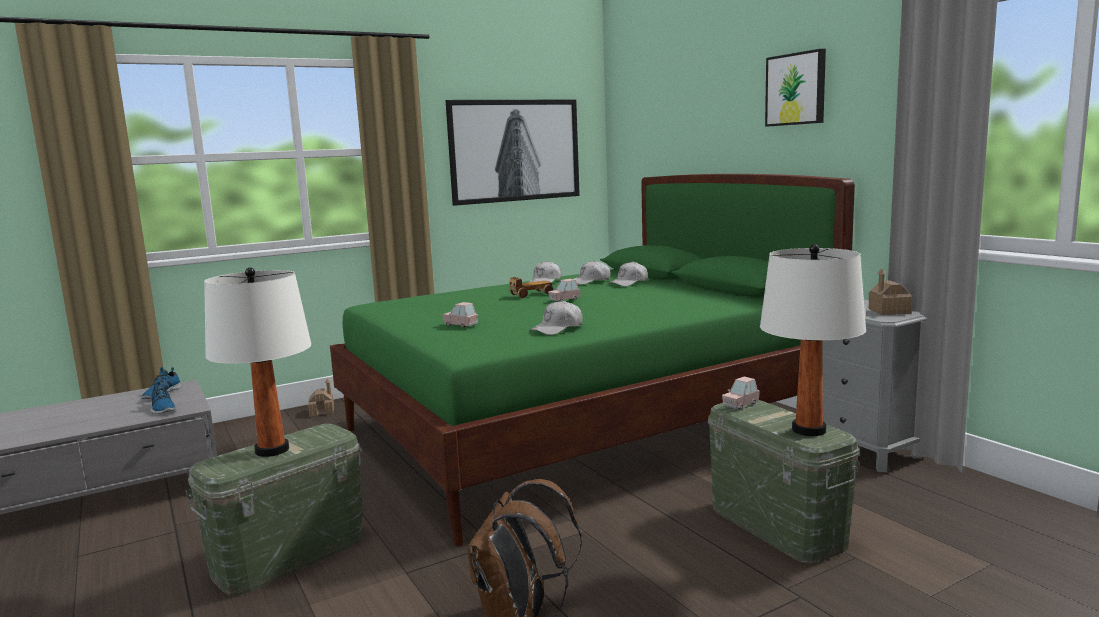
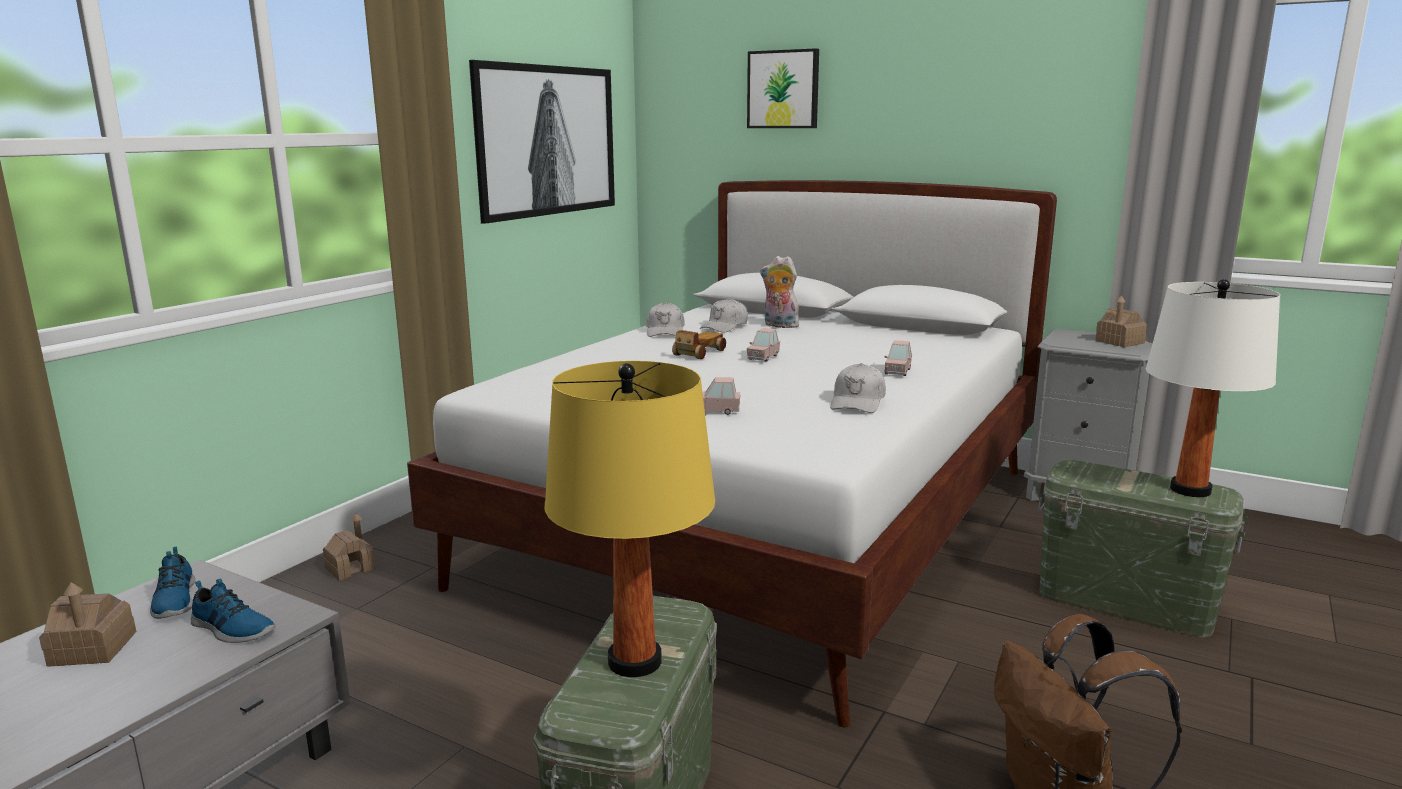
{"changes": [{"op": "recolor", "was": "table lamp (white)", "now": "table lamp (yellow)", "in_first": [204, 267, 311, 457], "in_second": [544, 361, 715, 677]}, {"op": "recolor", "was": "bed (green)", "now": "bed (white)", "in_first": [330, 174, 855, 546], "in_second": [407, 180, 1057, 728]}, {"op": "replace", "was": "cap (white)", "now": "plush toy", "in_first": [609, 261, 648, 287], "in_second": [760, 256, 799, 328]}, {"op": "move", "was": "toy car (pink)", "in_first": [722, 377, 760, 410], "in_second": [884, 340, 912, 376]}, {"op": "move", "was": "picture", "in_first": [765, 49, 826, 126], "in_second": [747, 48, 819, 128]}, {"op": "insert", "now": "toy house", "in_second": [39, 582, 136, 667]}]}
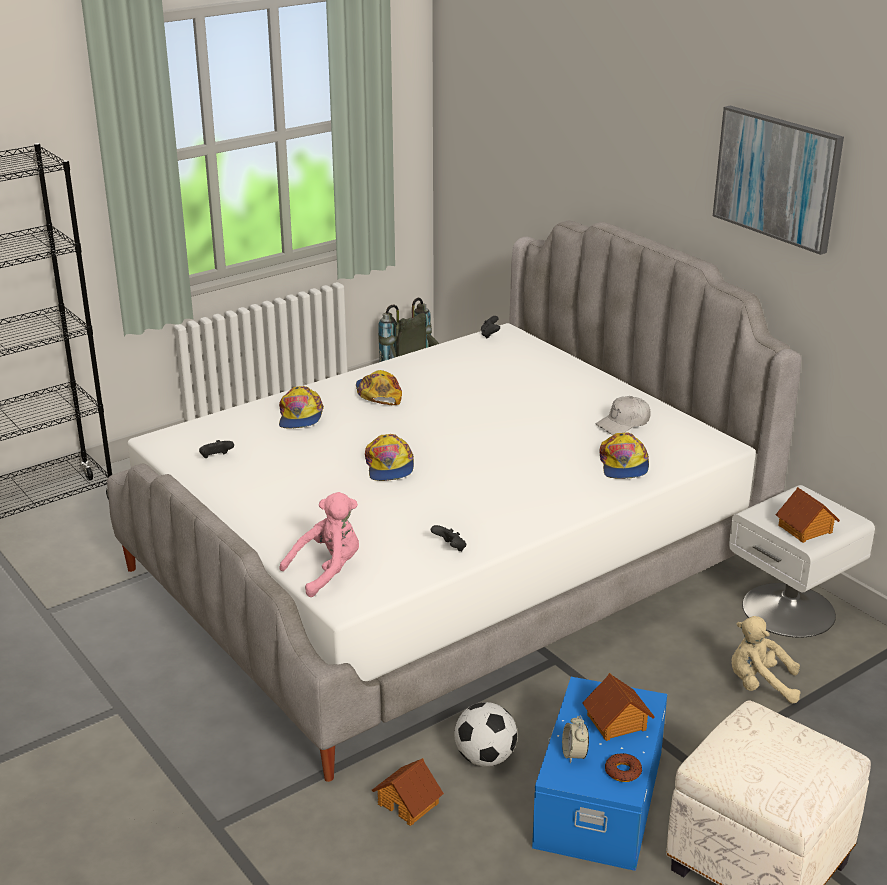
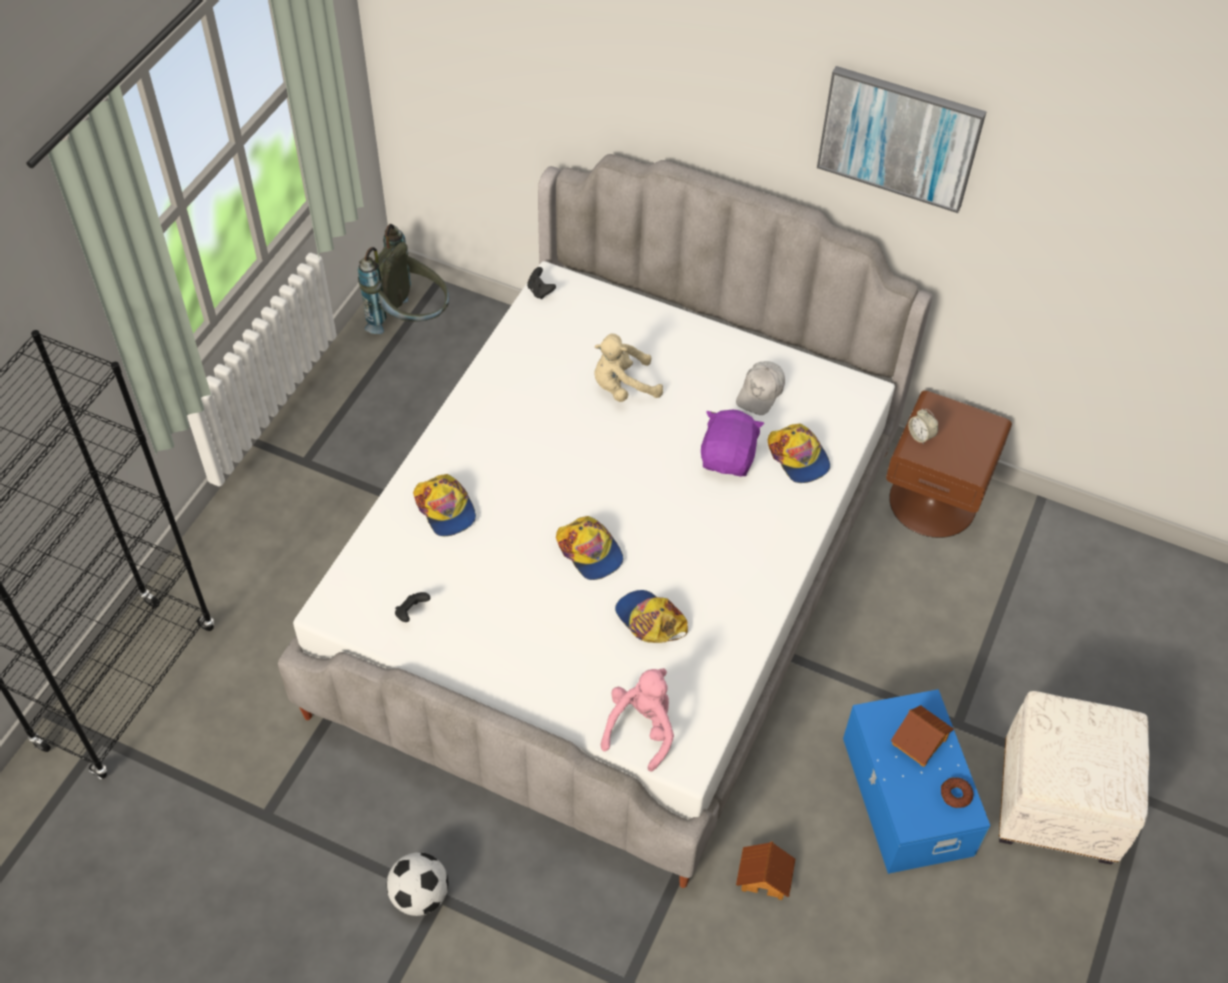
{"changes": [{"op": "move", "was": "cap", "in_first": [356, 370, 402, 405], "in_second": [615, 590, 688, 643]}, {"op": "delete", "was": "game controller (black)", "in_first": [431, 525, 466, 551]}, {"op": "move", "was": "football", "in_first": [454, 702, 517, 767], "in_second": [387, 852, 449, 916]}, {"op": "move", "was": "alarm clock", "in_first": [562, 715, 589, 764], "in_second": [908, 409, 938, 445]}, {"op": "recolor", "was": "nightstand (white)", "now": "nightstand (brown)", "in_first": [729, 485, 875, 638], "in_second": [886, 391, 1012, 538]}, {"op": "move", "was": "plush toy (beige)", "in_first": [731, 616, 801, 703], "in_second": [594, 334, 663, 402]}, {"op": "delete", "was": "toy house", "in_first": [776, 487, 840, 543]}, {"op": "insert", "now": "plush toy (purple)", "in_second": [701, 410, 764, 476]}]}
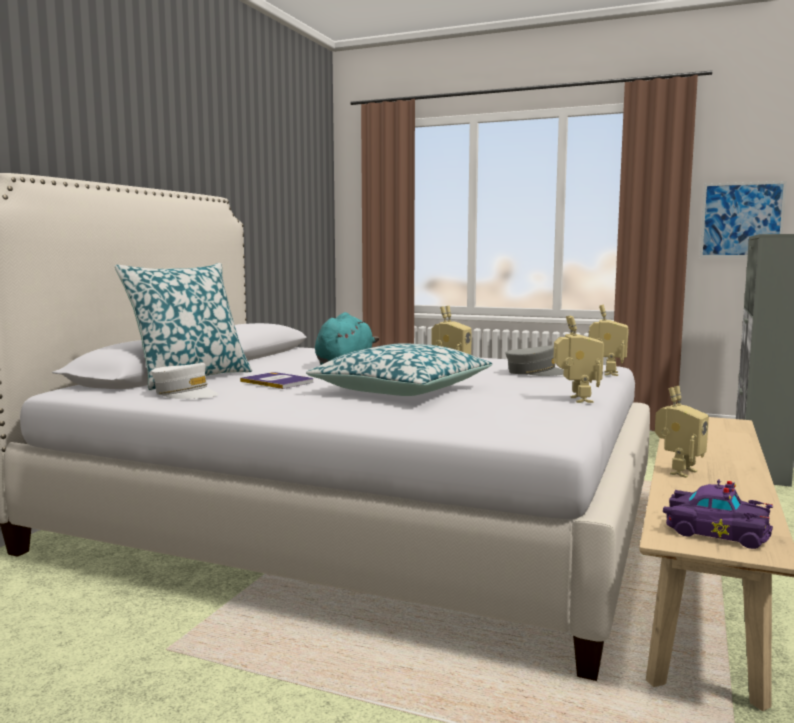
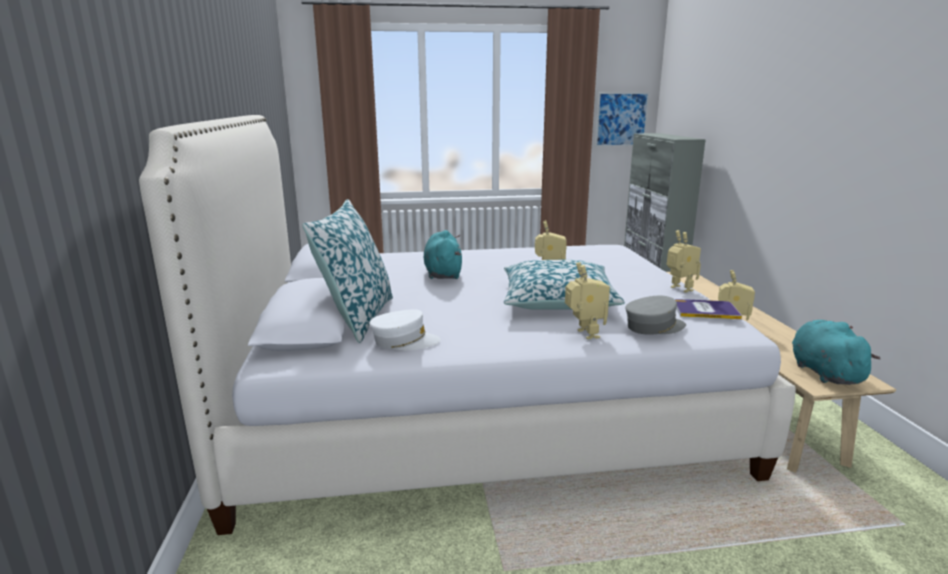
{"changes": [{"op": "move", "was": "book", "in_first": [240, 372, 313, 389], "in_second": [675, 299, 742, 319]}, {"op": "move", "was": "cap (grey)", "in_first": [505, 346, 564, 376], "in_second": [626, 296, 686, 335]}, {"op": "move", "was": "toy robot", "in_first": [589, 304, 629, 376], "in_second": [565, 262, 610, 340]}, {"op": "replace", "was": "toy car (purple)", "now": "plush toy (turquoise)", "in_first": [663, 479, 773, 549], "in_second": [792, 320, 881, 385]}]}
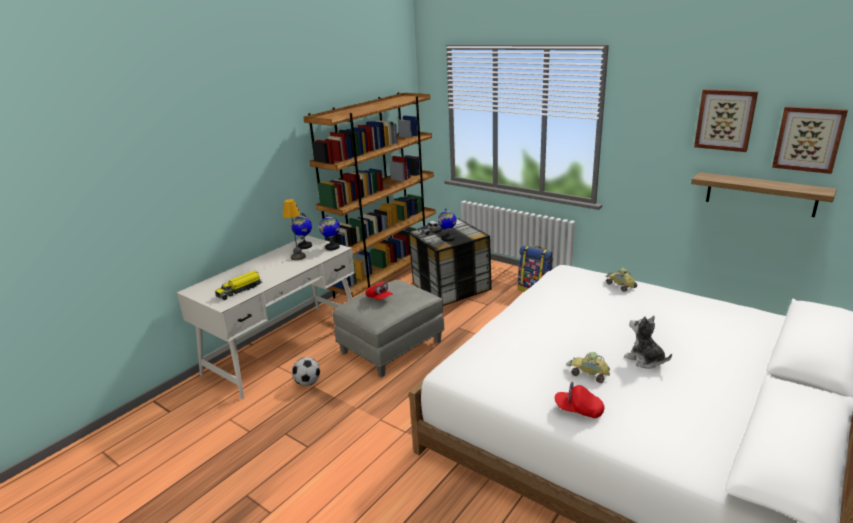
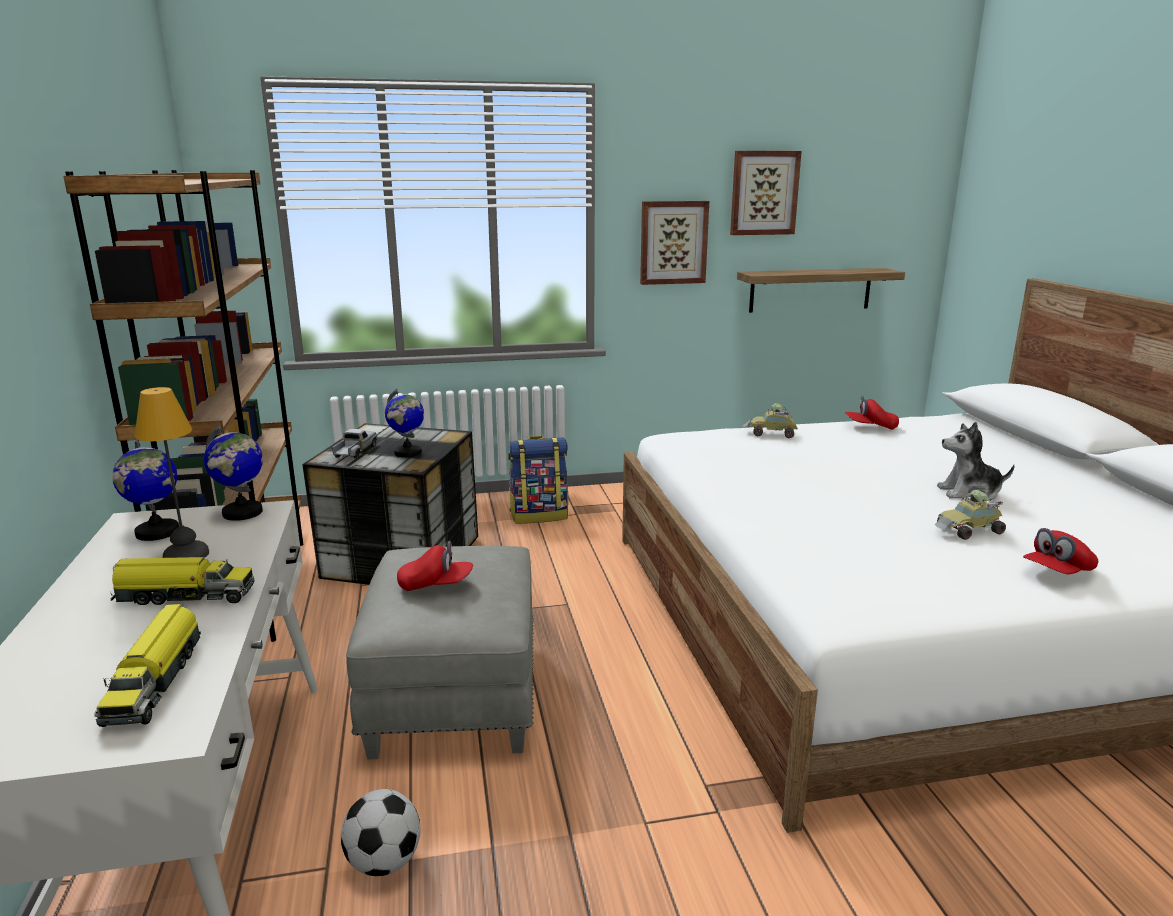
{"changes": [{"op": "move", "was": "picture", "in_first": [772, 106, 848, 174], "in_second": [640, 201, 709, 285]}, {"op": "insert", "now": "toy truck", "in_second": [110, 557, 255, 605]}, {"op": "insert", "now": "cap (red)", "in_second": [845, 396, 899, 430]}]}
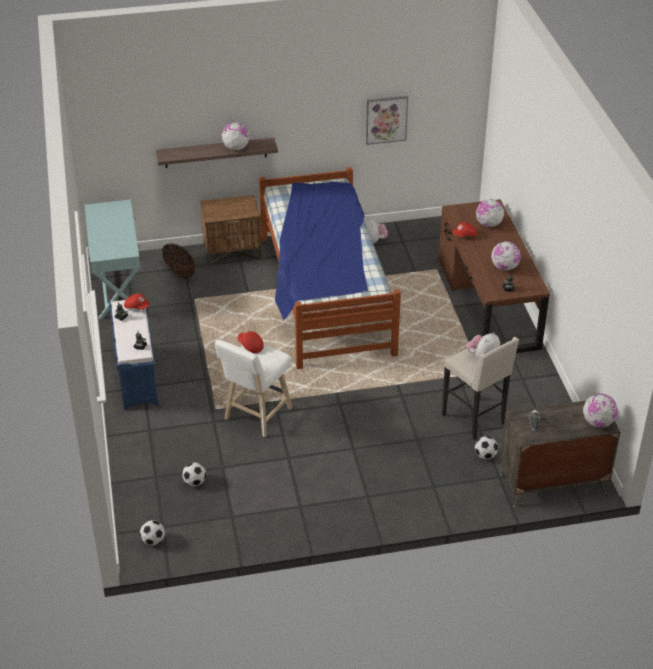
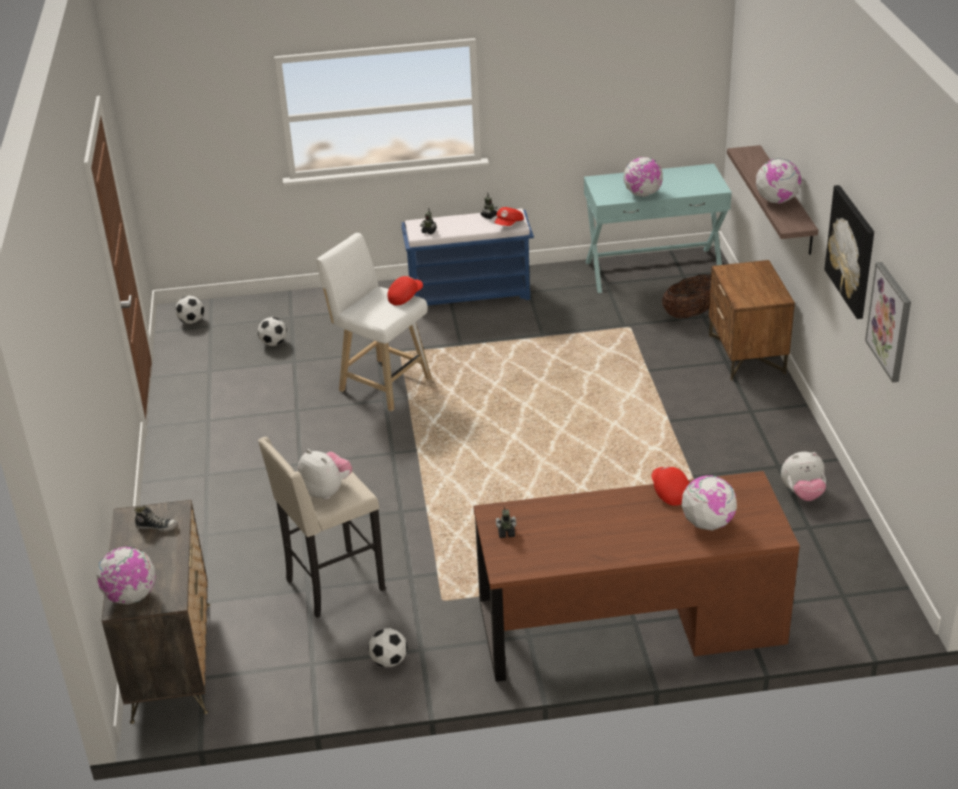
{"changes": [{"op": "delete", "was": "bed", "in_first": [259, 167, 401, 369]}, {"op": "move", "was": "football", "in_first": [475, 436, 498, 460], "in_second": [368, 628, 407, 667]}, {"op": "move", "was": "globe", "in_first": [491, 241, 521, 271], "in_second": [623, 157, 663, 197]}, {"op": "insert", "now": "picture", "in_second": [824, 185, 874, 319]}]}
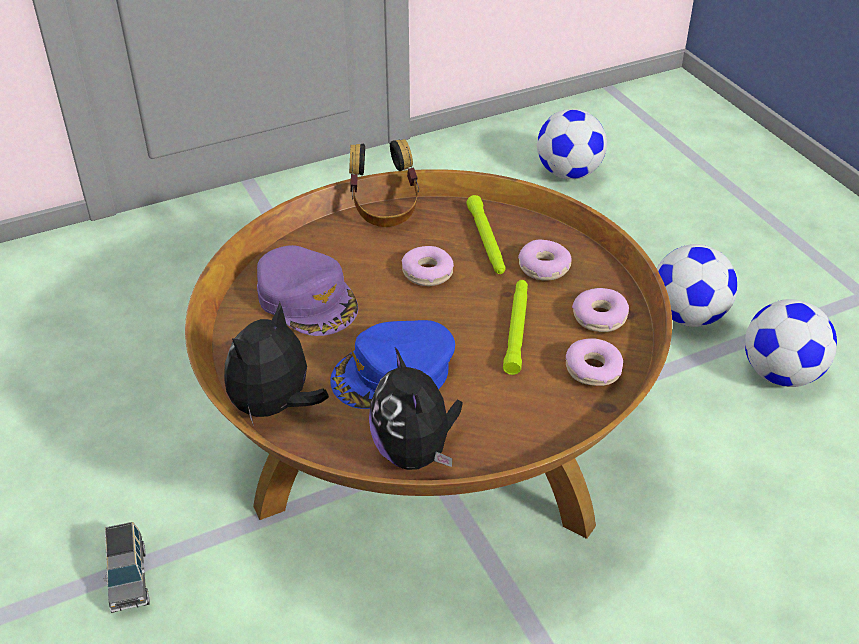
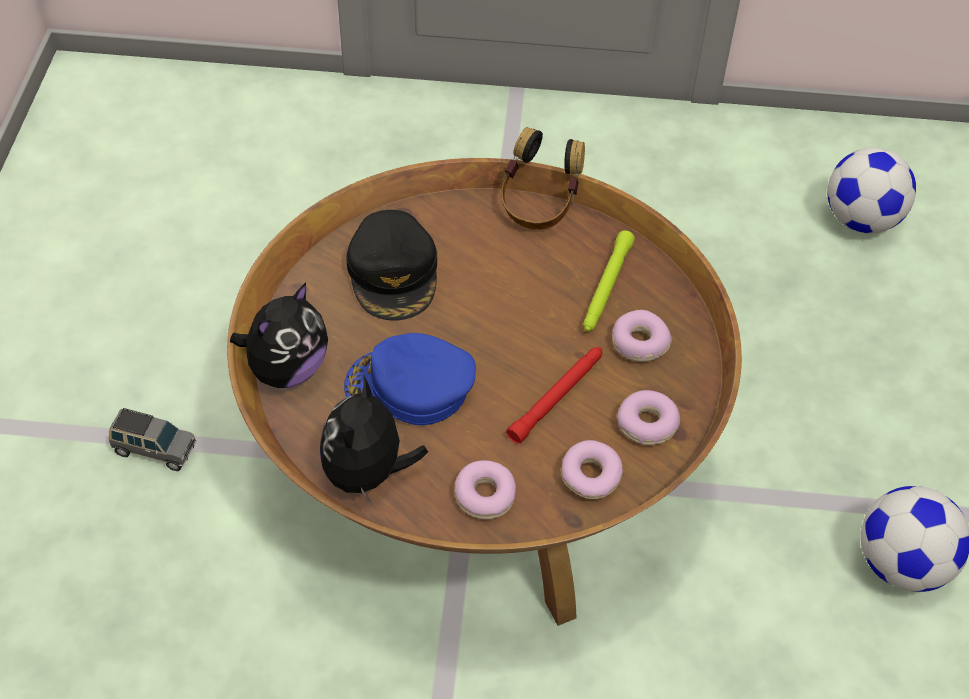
{"changes": [{"op": "rotate", "was": "toy car (grey)", "in_first": [103, 522, 150, 613], "in_second": [109, 408, 196, 471], "clockwise": -90}, {"op": "rotate", "was": "plush toy", "in_first": [224, 302, 329, 426], "in_second": [230, 283, 328, 388], "clockwise": 150}, {"op": "recolor", "was": "cap (purple)", "now": "cap (black)", "in_first": [257, 245, 358, 336], "in_second": [346, 210, 437, 320]}, {"op": "move", "was": "donut", "in_first": [402, 246, 454, 286], "in_second": [455, 460, 516, 519]}, {"op": "recolor", "was": "flashlight (green)", "now": "flashlight (red)", "in_first": [503, 280, 528, 375], "in_second": [506, 347, 602, 444]}, {"op": "delete", "was": "football", "in_first": [657, 244, 737, 327]}]}
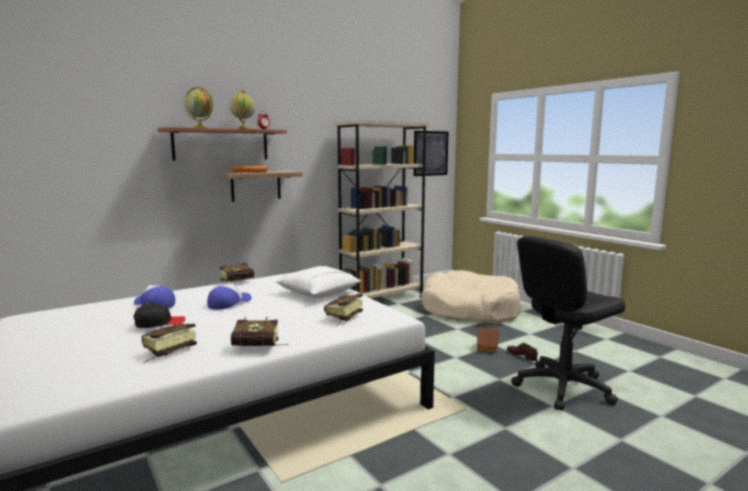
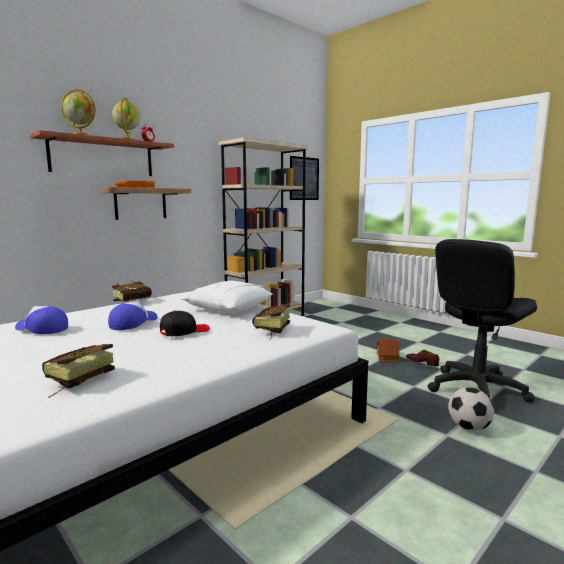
{"changes": [{"op": "move", "was": "cap (black)", "in_first": [134, 303, 185, 328], "in_second": [160, 311, 210, 336]}, {"op": "delete", "was": "book", "in_first": [231, 317, 289, 346]}, {"op": "delete", "was": "dog bed (beige)", "in_first": [421, 270, 521, 324]}, {"op": "insert", "now": "football", "in_second": [448, 387, 494, 431]}]}
